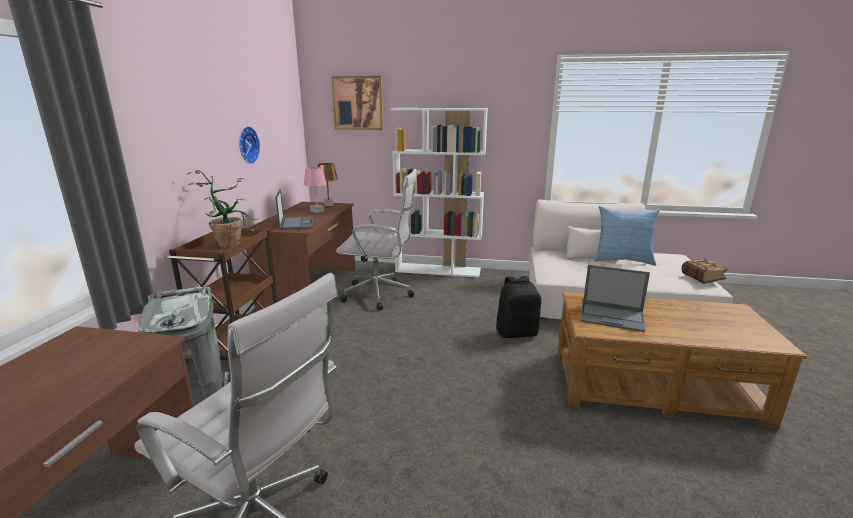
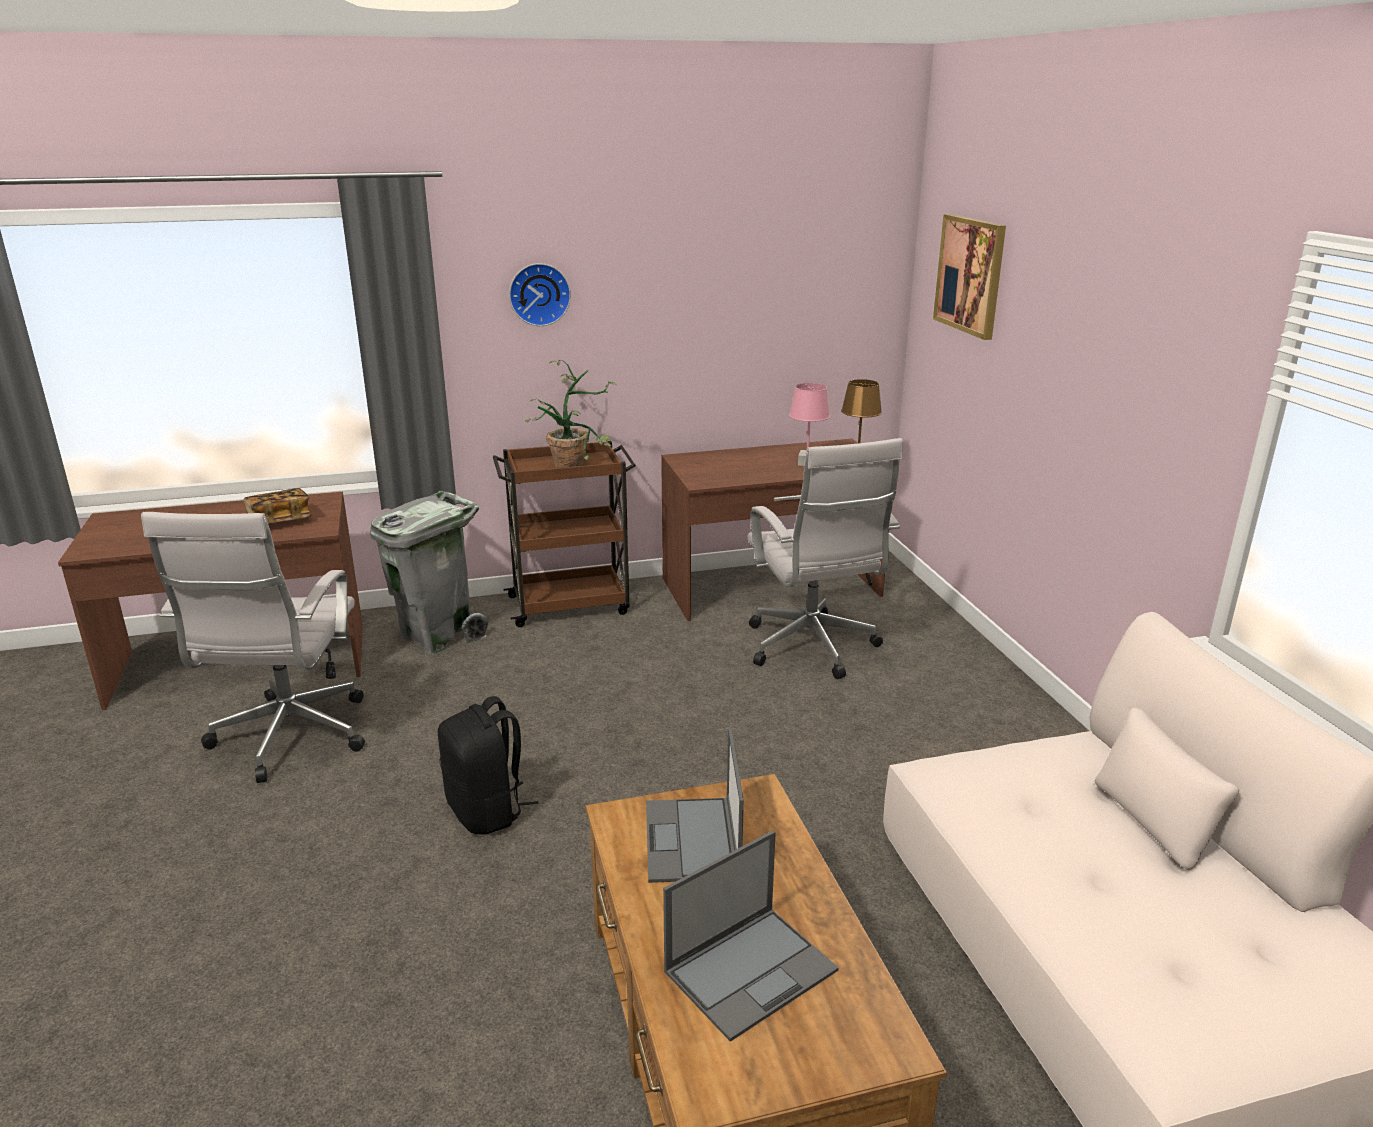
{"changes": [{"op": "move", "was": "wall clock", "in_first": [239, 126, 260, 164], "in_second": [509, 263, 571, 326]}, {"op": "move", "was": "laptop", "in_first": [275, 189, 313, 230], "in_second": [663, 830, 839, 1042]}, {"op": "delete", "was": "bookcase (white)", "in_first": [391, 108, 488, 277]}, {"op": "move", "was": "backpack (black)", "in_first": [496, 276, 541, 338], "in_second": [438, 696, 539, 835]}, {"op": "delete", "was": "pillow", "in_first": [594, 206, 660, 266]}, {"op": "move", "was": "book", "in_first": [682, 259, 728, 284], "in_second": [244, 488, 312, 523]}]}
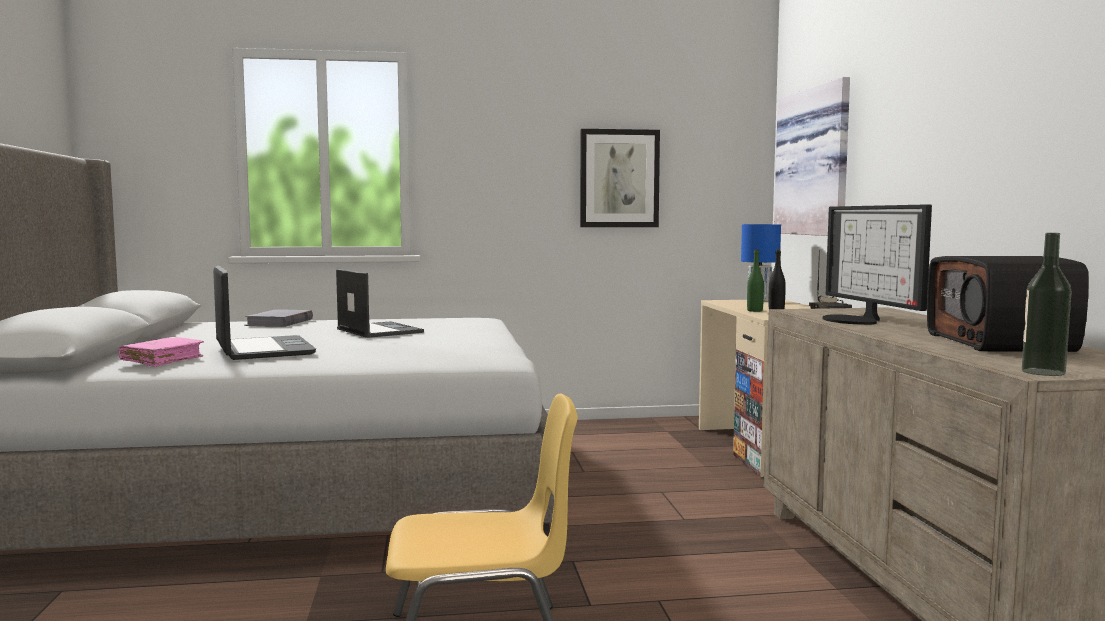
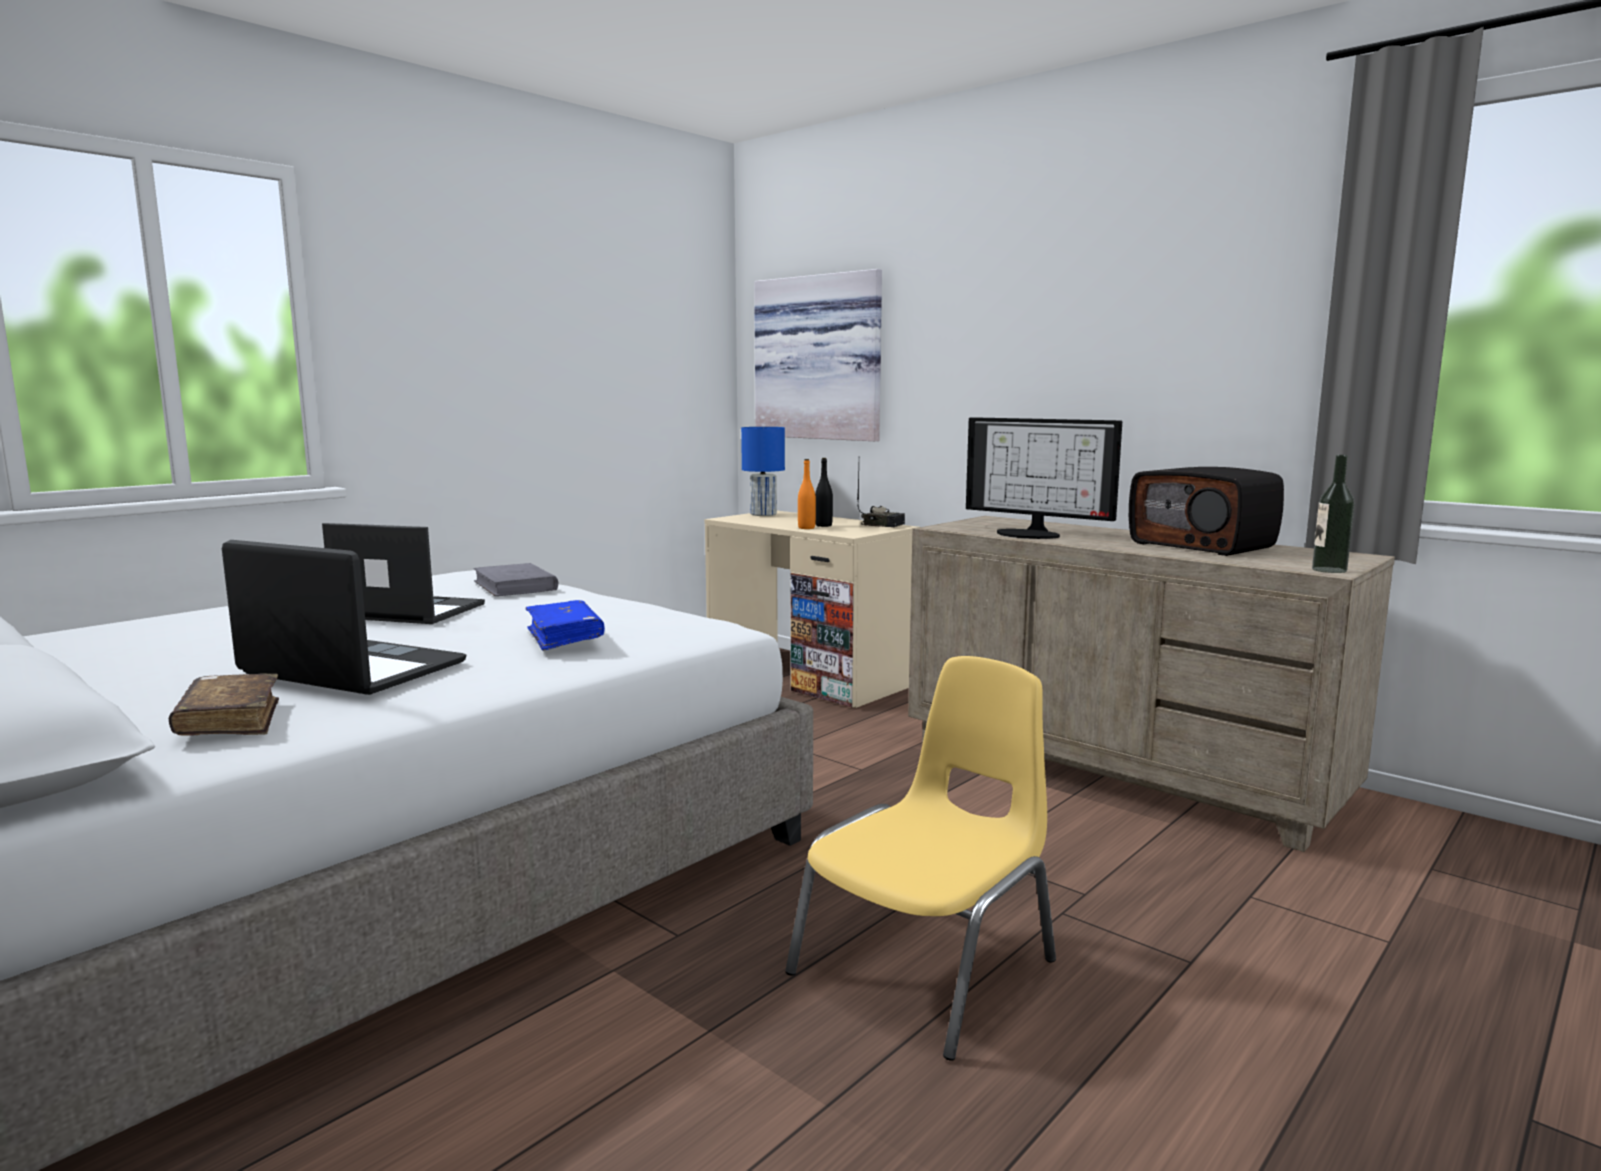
{"changes": [{"op": "recolor", "was": "book (pink)", "now": "book (brown)", "in_first": [118, 337, 204, 367], "in_second": [169, 673, 279, 736]}, {"op": "move", "was": "book (grey)", "in_first": [244, 309, 313, 327], "in_second": [473, 563, 558, 596]}, {"op": "delete", "was": "picture", "in_first": [580, 129, 660, 227]}, {"op": "recolor", "was": "bottle (green)", "now": "bottle (orange)", "in_first": [747, 249, 764, 312], "in_second": [798, 459, 816, 529]}, {"op": "insert", "now": "book (blue)", "in_second": [525, 600, 605, 651]}]}
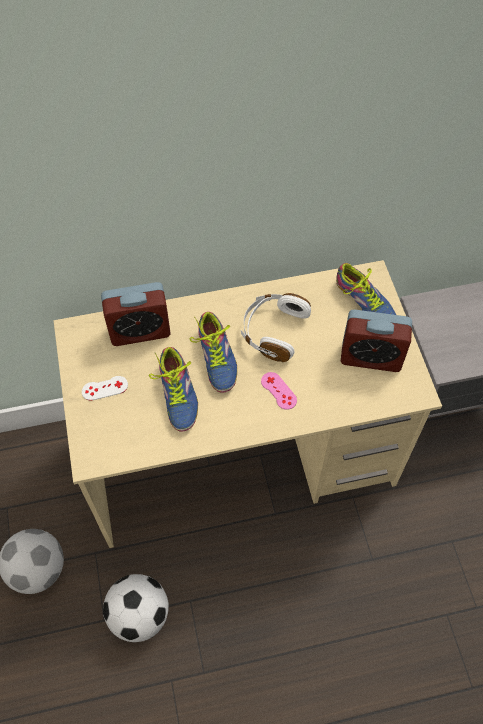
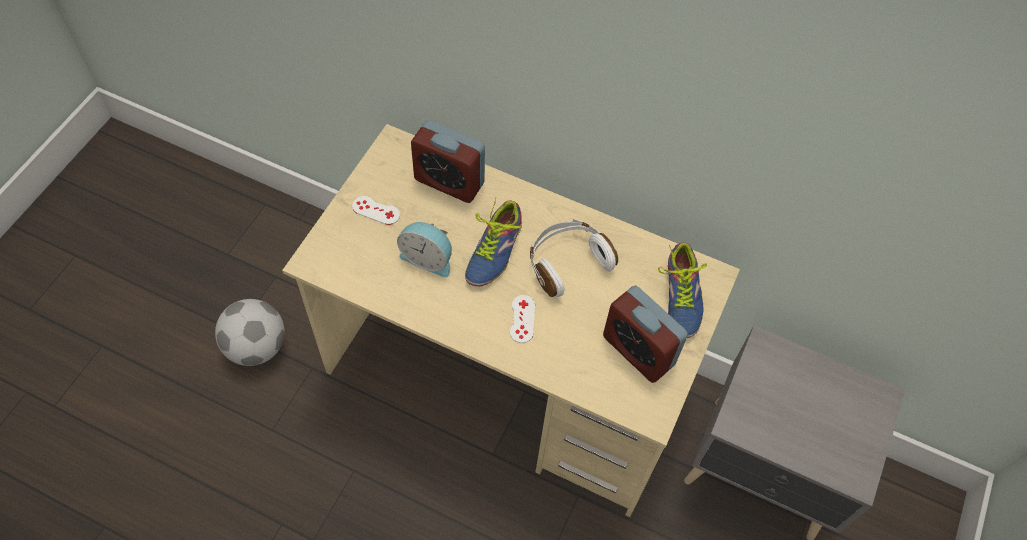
{"changes": [{"op": "delete", "was": "football", "in_first": [103, 574, 169, 642]}, {"op": "replace", "was": "shoe", "now": "alarm clock", "in_first": [149, 347, 198, 432], "in_second": [397, 222, 452, 278]}, {"op": "recolor", "was": "game controller (pink)", "now": "game controller (white)", "in_first": [261, 372, 297, 410], "in_second": [510, 295, 535, 343]}]}
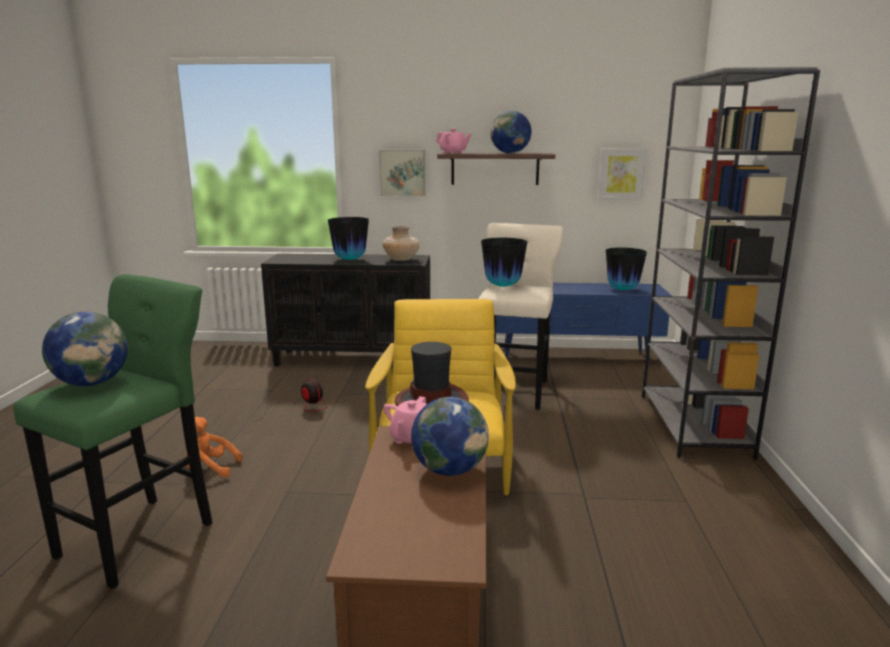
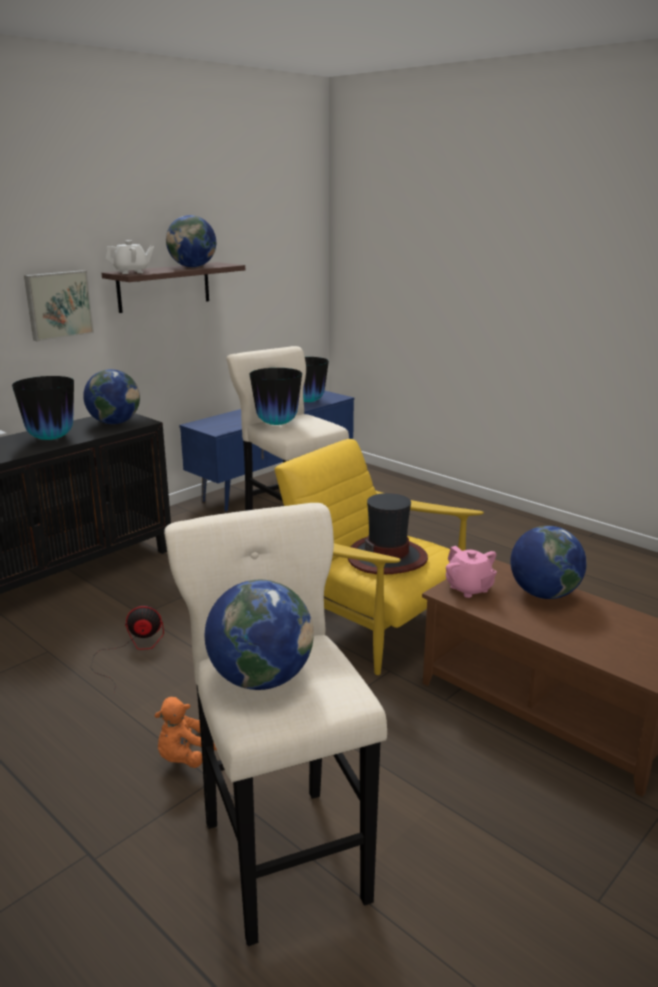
{"changes": [{"op": "recolor", "was": "stool (green)", "now": "stool (beige)", "in_first": [14, 274, 212, 589], "in_second": [164, 503, 387, 946]}, {"op": "replace", "was": "vase (beige)", "now": "globe", "in_first": [383, 226, 420, 261], "in_second": [83, 369, 140, 424]}, {"op": "recolor", "was": "teapot (pink)", "now": "teapot (white)", "in_first": [436, 129, 471, 154], "in_second": [105, 240, 154, 274]}, {"op": "delete", "was": "picture", "in_first": [598, 148, 646, 200]}, {"op": "delete", "was": "bookcase (grey)", "in_first": [642, 67, 820, 460]}]}
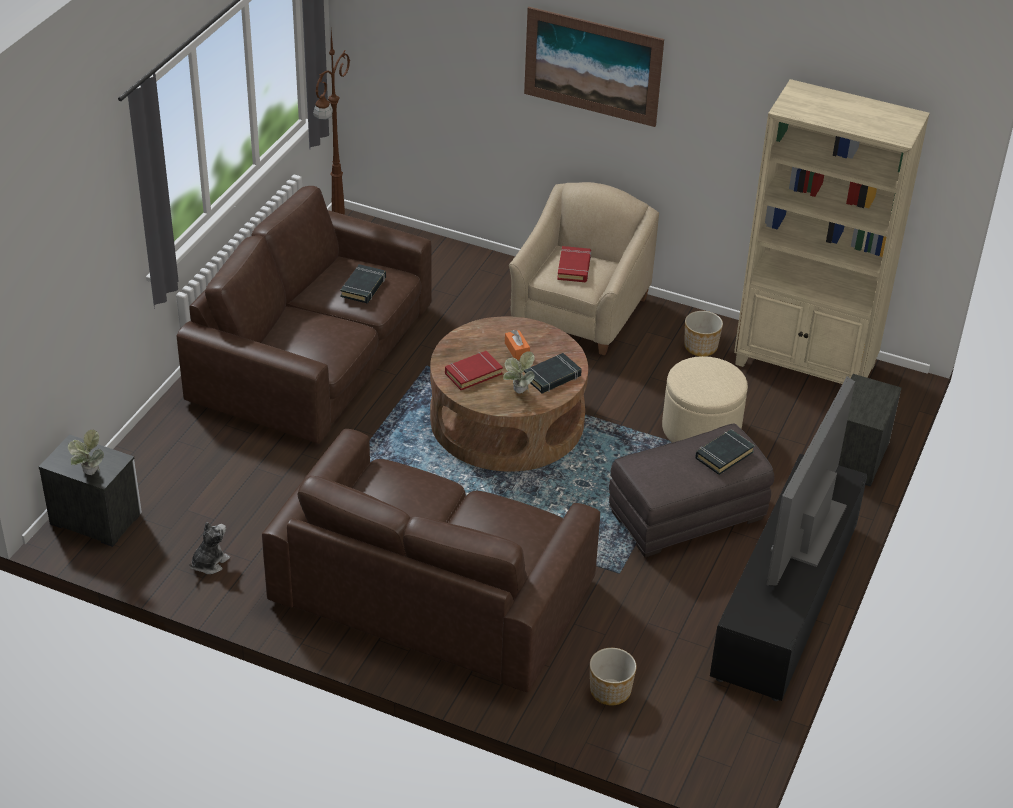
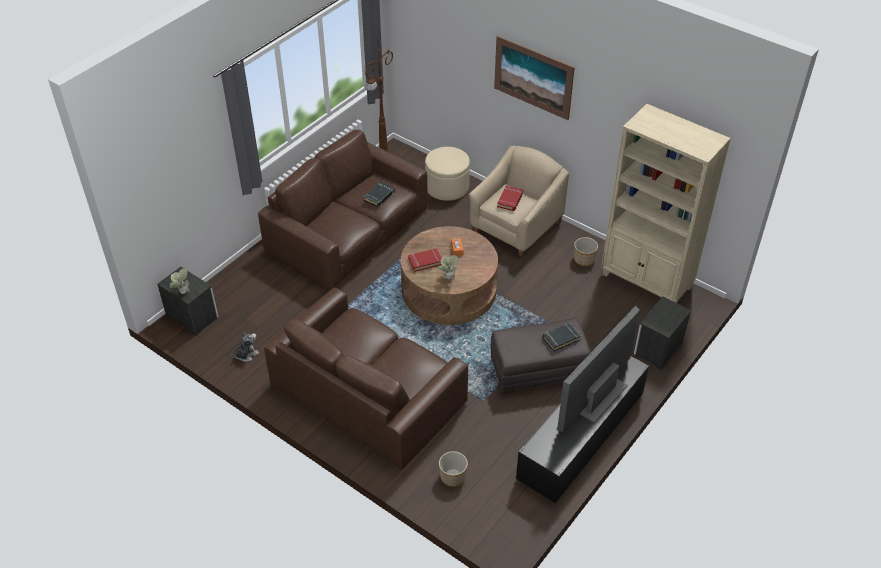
{"changes": [{"op": "delete", "was": "book (black)", "in_first": [524, 353, 582, 394]}, {"op": "move", "was": "ottoman (beige)", "in_first": [662, 356, 748, 443], "in_second": [425, 147, 470, 201]}]}
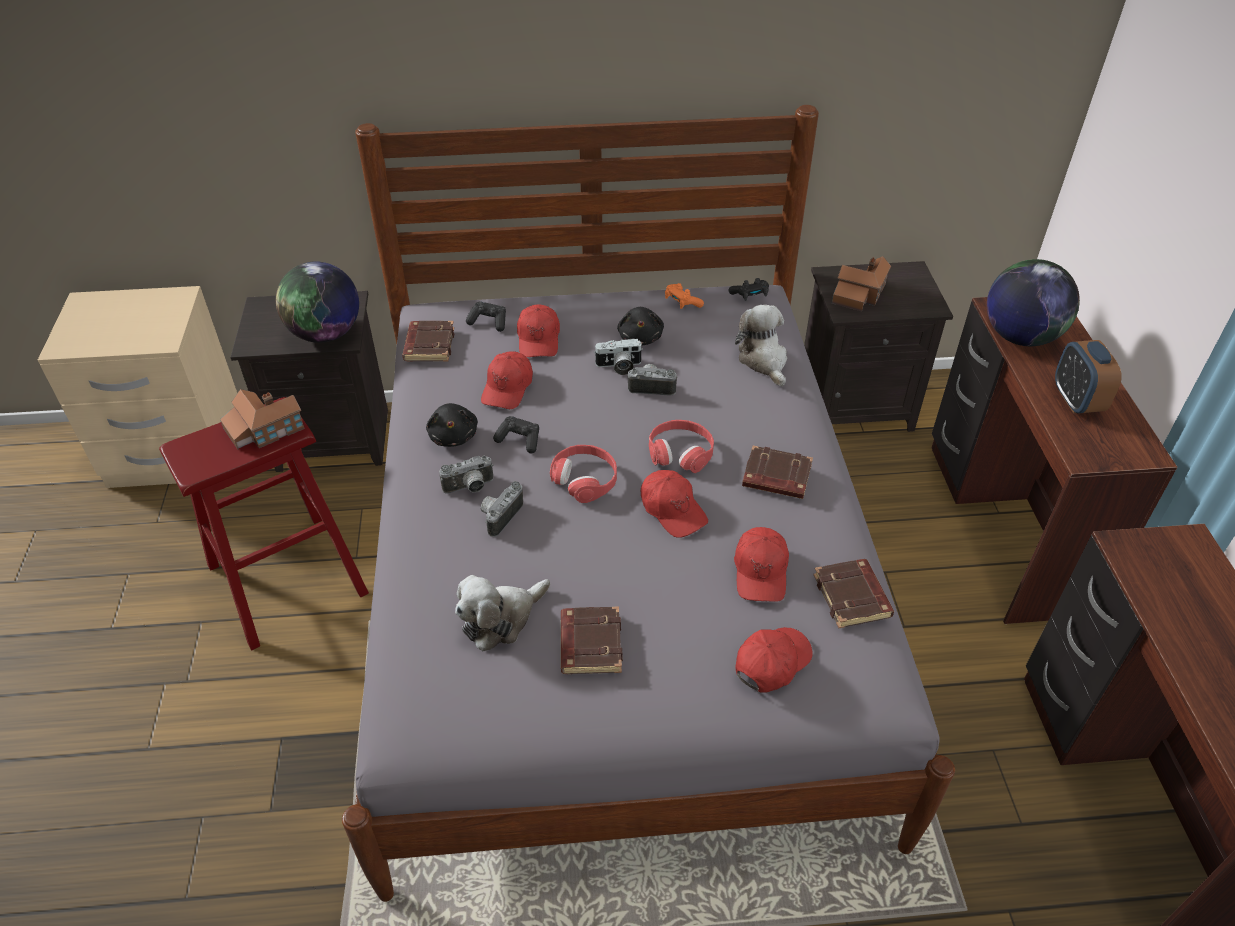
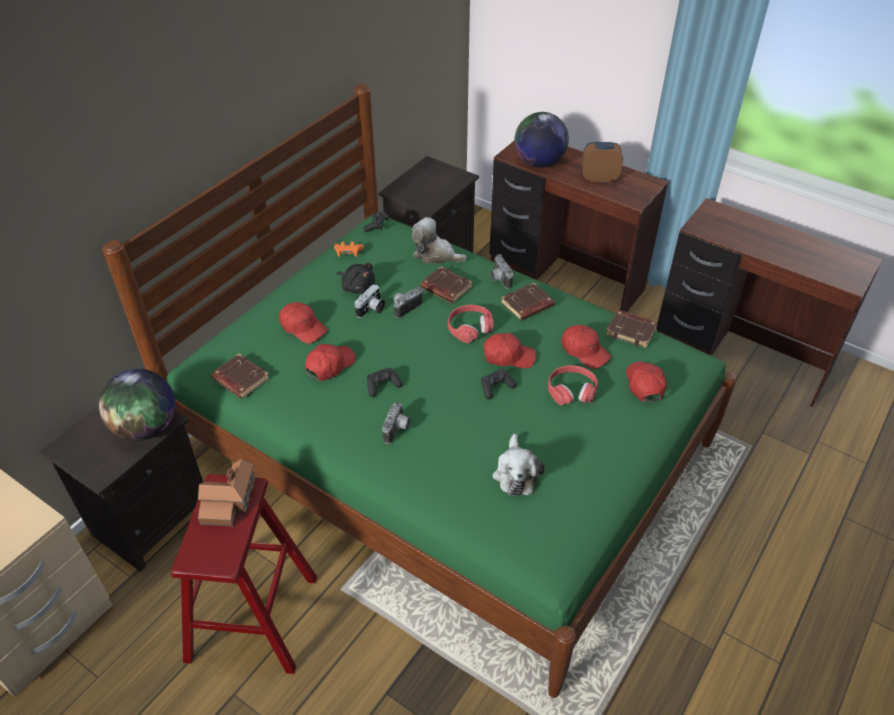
{"changes": [{"op": "recolor", "was": "bed (grey)", "now": "bed (green)", "in_first": [342, 105, 955, 902], "in_second": [102, 84, 737, 698]}, {"op": "delete", "was": "plush toy (black)", "in_first": [426, 403, 478, 447]}, {"op": "move", "was": "game controller (black)", "in_first": [466, 302, 506, 332], "in_second": [481, 369, 516, 400]}, {"op": "move", "was": "photo camera", "in_first": [480, 481, 523, 537], "in_second": [491, 254, 513, 289]}, {"op": "rotate", "was": "cap (red)", "in_first": [481, 351, 533, 409], "in_second": [305, 344, 356, 381], "clockwise": -105}, {"op": "move", "was": "headphones (red)", "in_first": [550, 445, 617, 503], "in_second": [548, 365, 598, 405]}, {"op": "move", "was": "book (brown)", "in_first": [561, 607, 623, 674], "in_second": [420, 266, 472, 303]}, {"op": "delete", "was": "toy house", "in_first": [832, 256, 891, 311]}, {"op": "rotate", "was": "alarm clock", "in_first": [1055, 340, 1122, 413], "in_second": [582, 142, 623, 182], "clockwise": 150}]}
